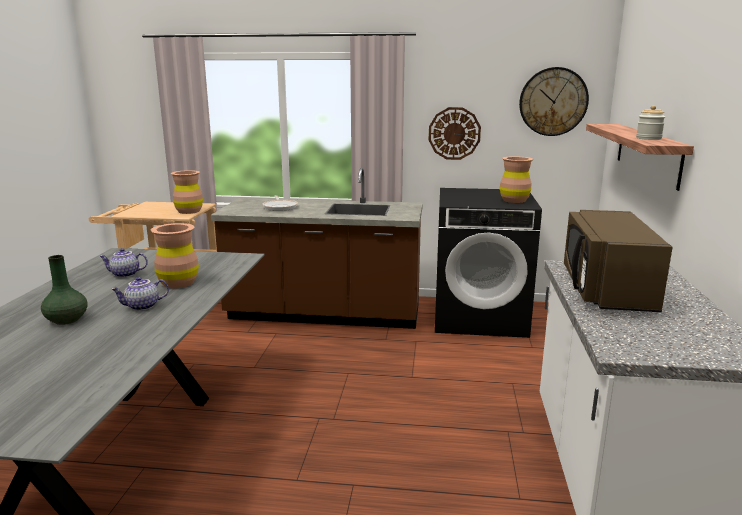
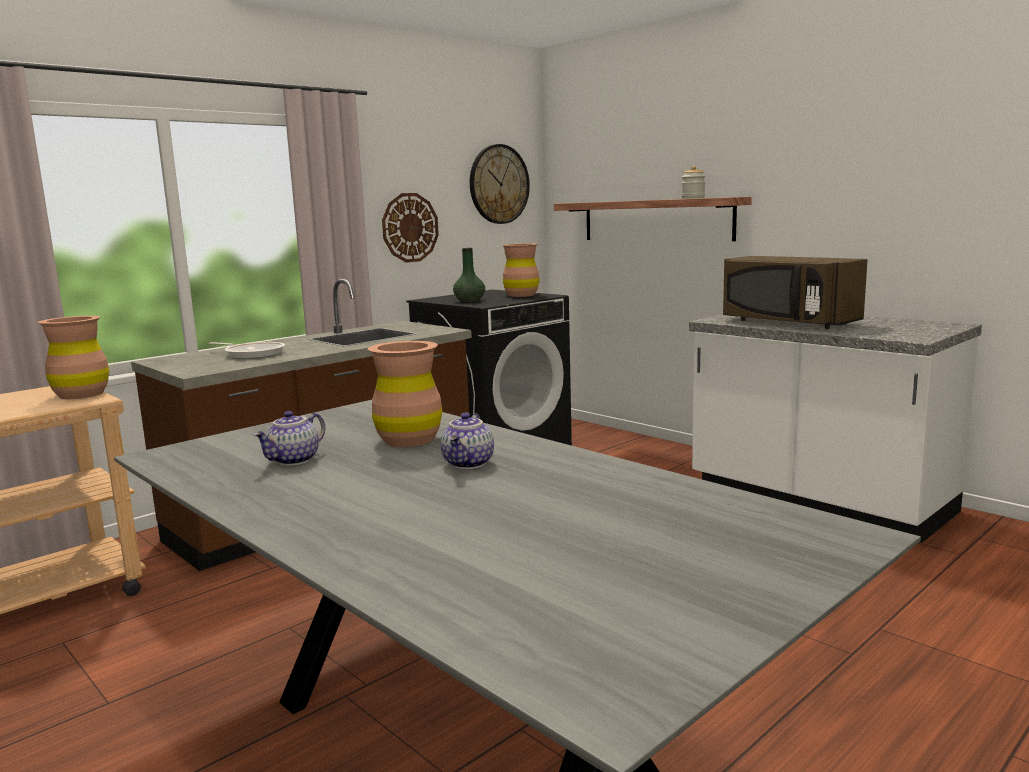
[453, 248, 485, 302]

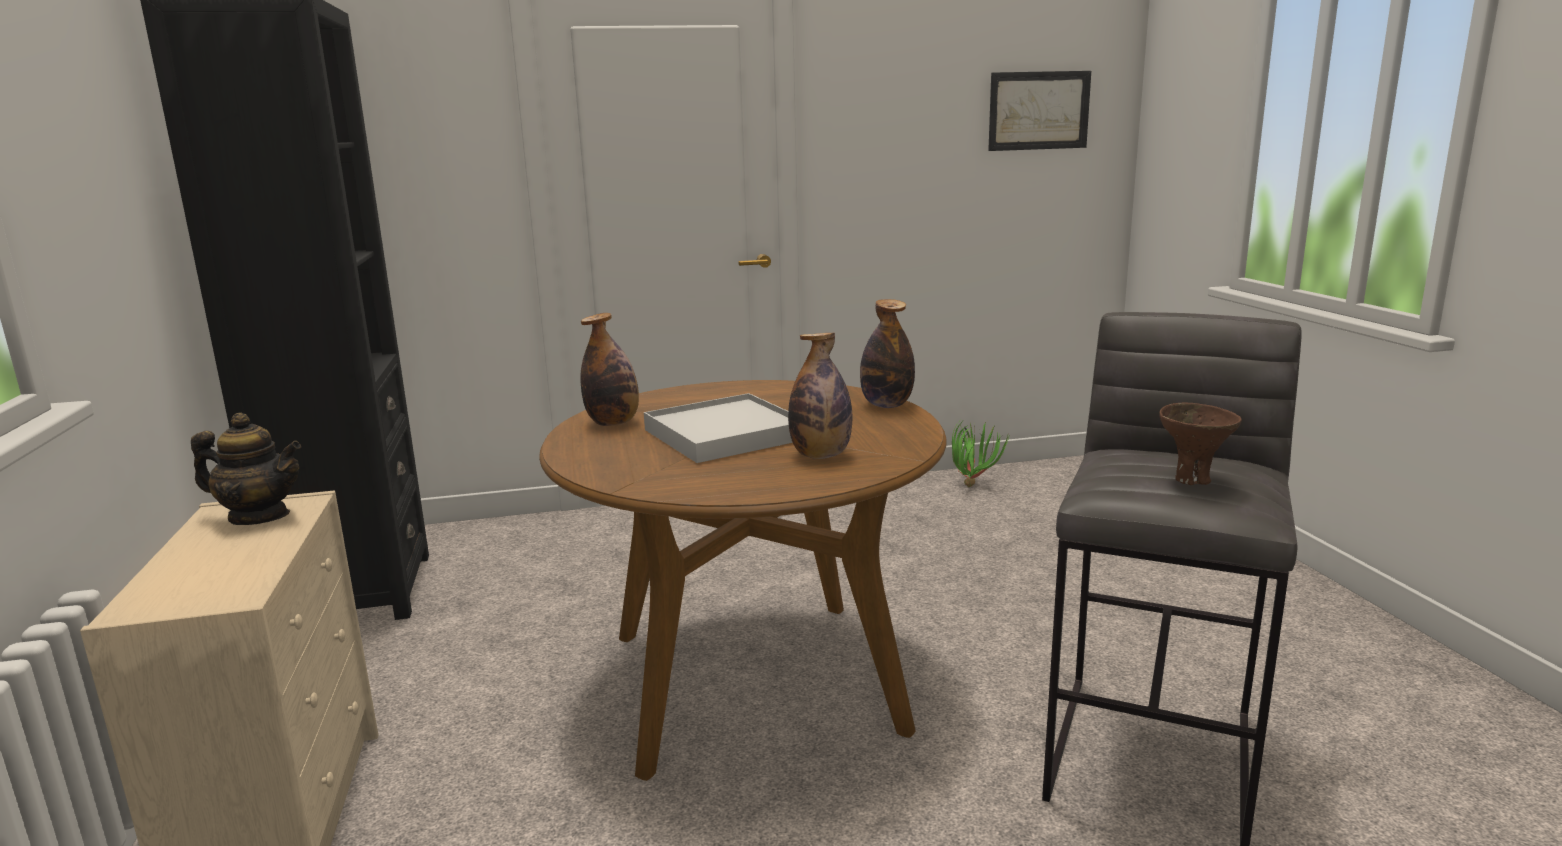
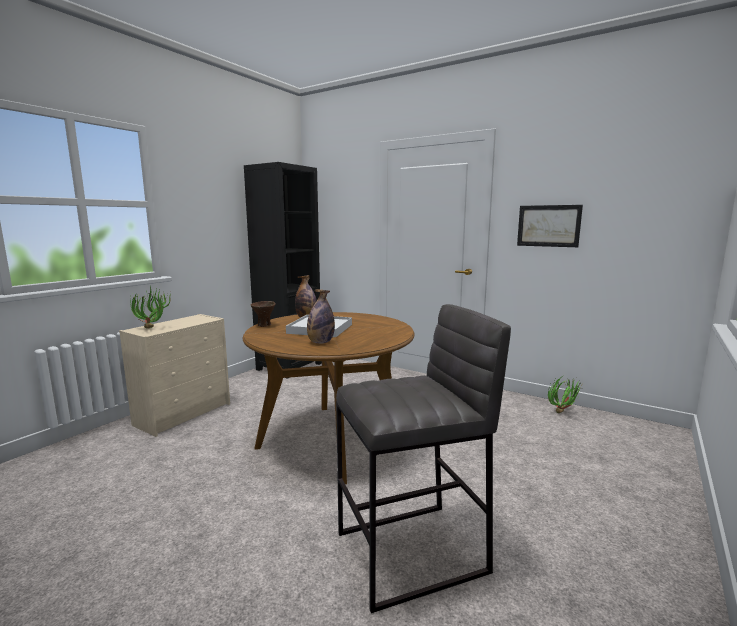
[191, 413, 301, 525] (first image)
[860, 299, 915, 408] (first image)
[130, 285, 171, 329]
[517, 205, 583, 247]
[251, 301, 276, 327]

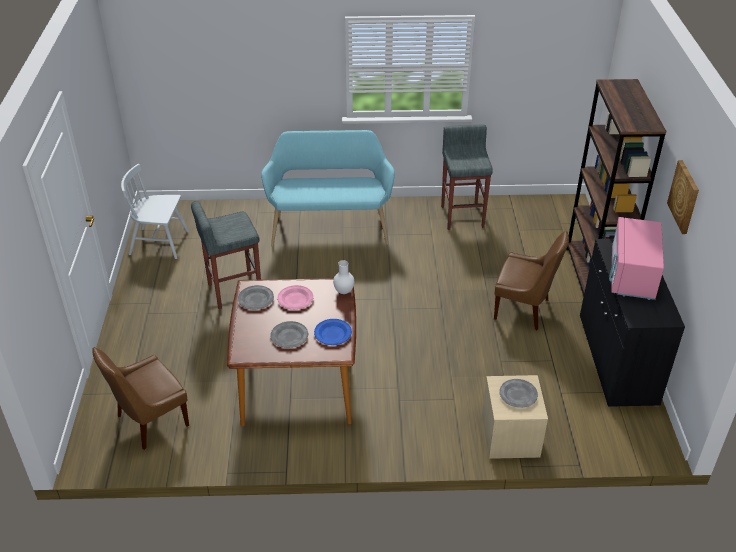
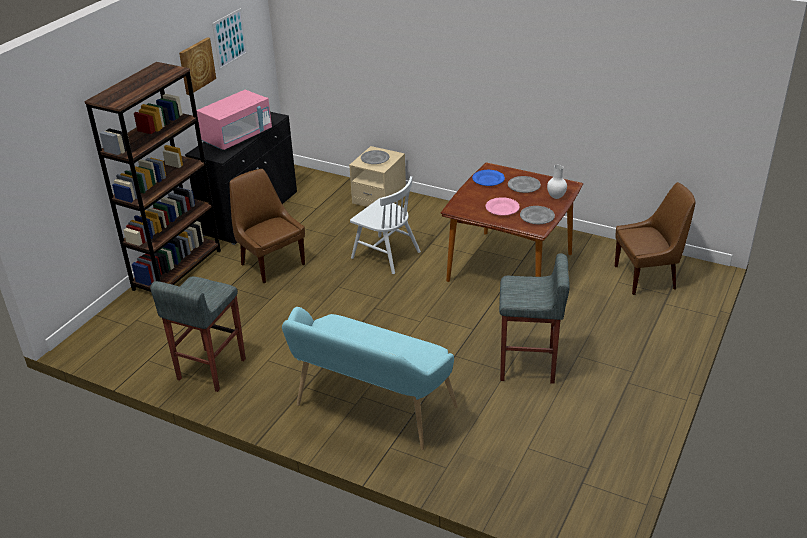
[212, 8, 248, 70]
[350, 176, 421, 274]
[547, 165, 567, 199]

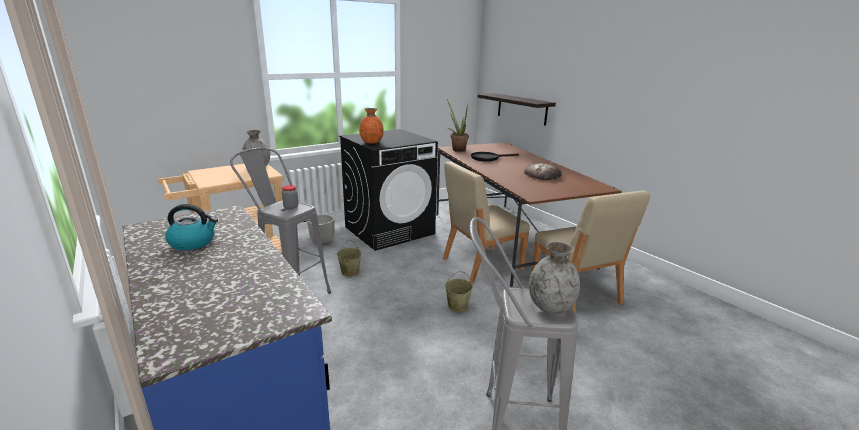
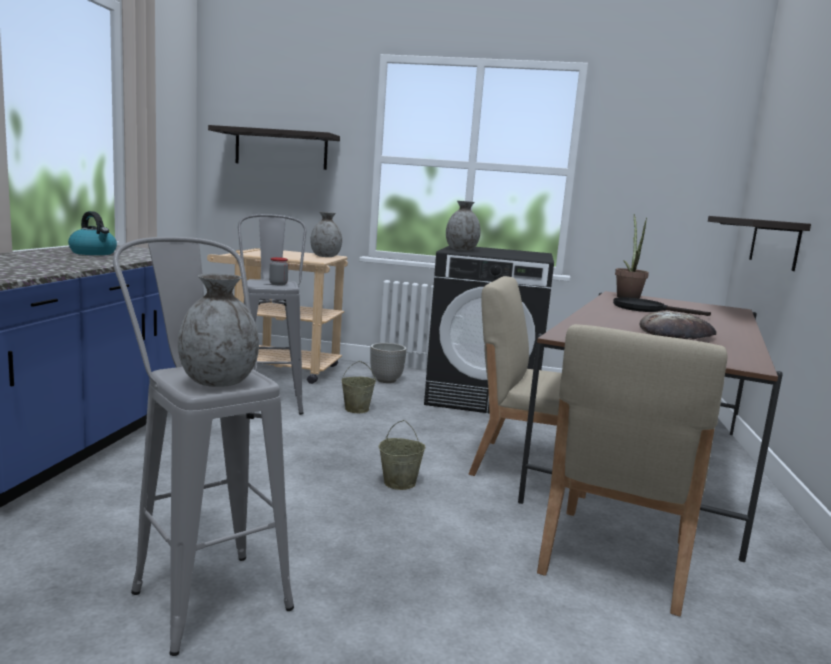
[208, 125, 340, 170]
[446, 201, 481, 251]

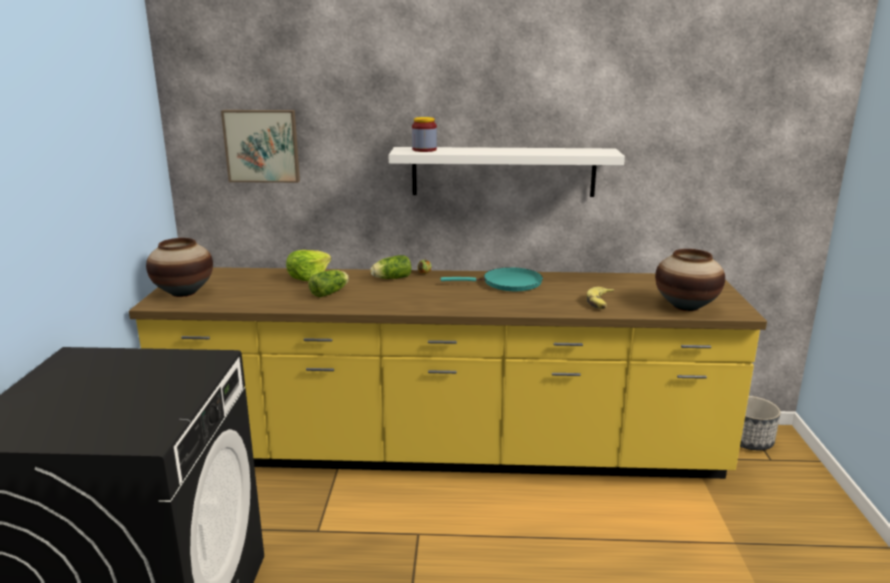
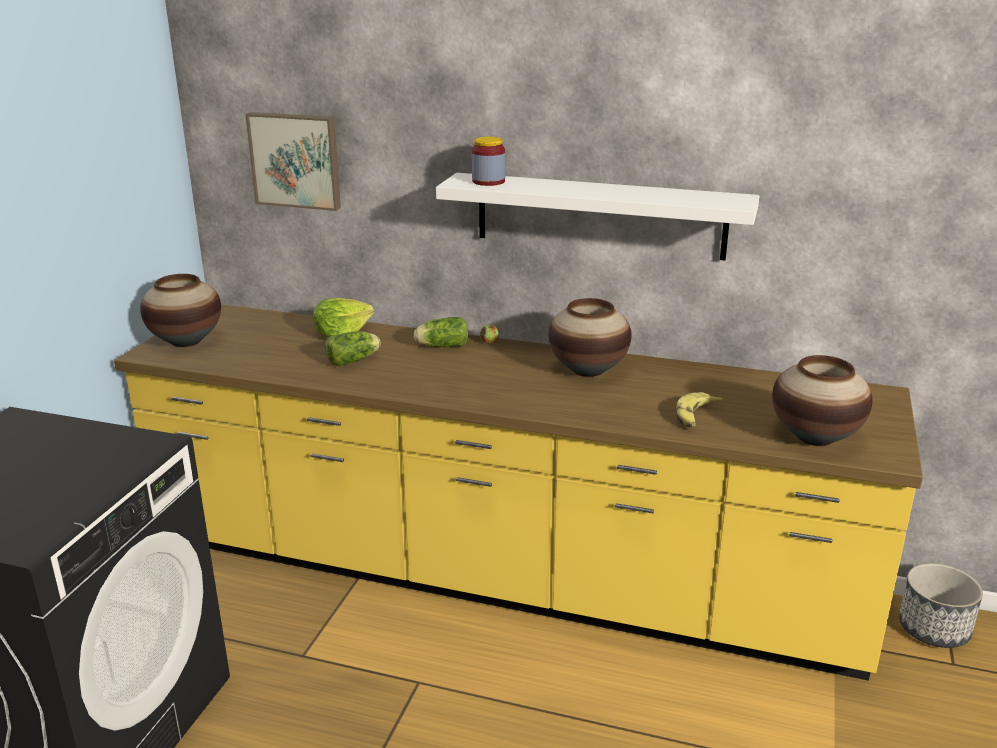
[548, 298, 632, 377]

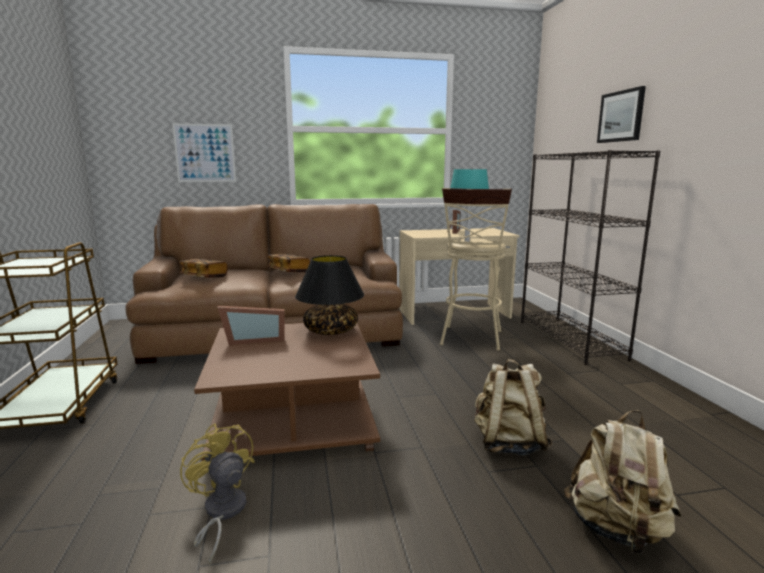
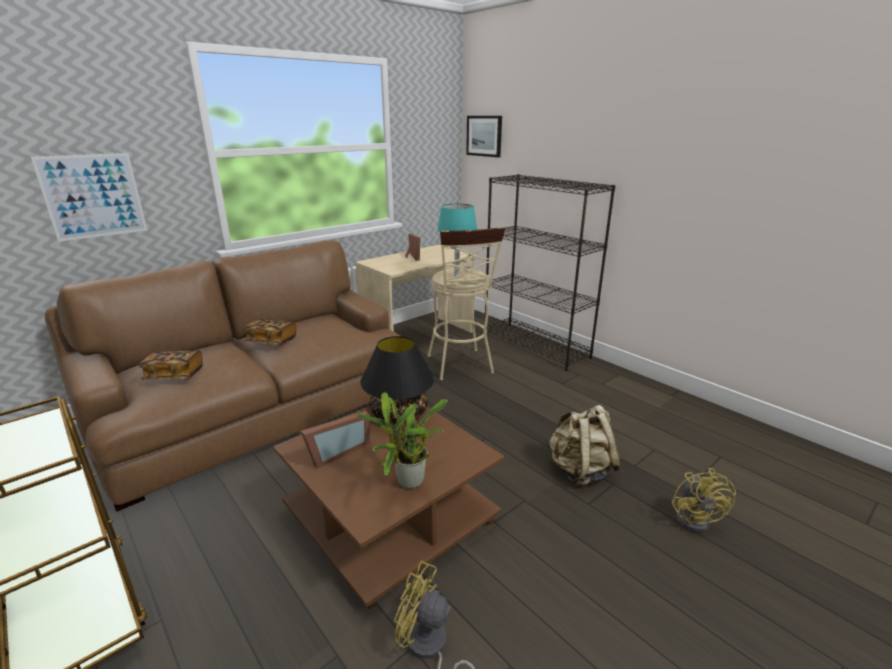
[357, 392, 448, 489]
[466, 116, 502, 157]
[672, 468, 736, 533]

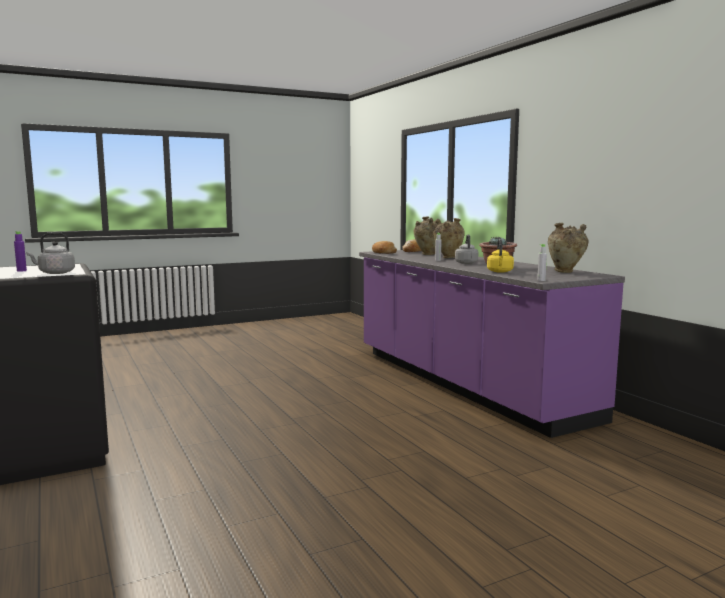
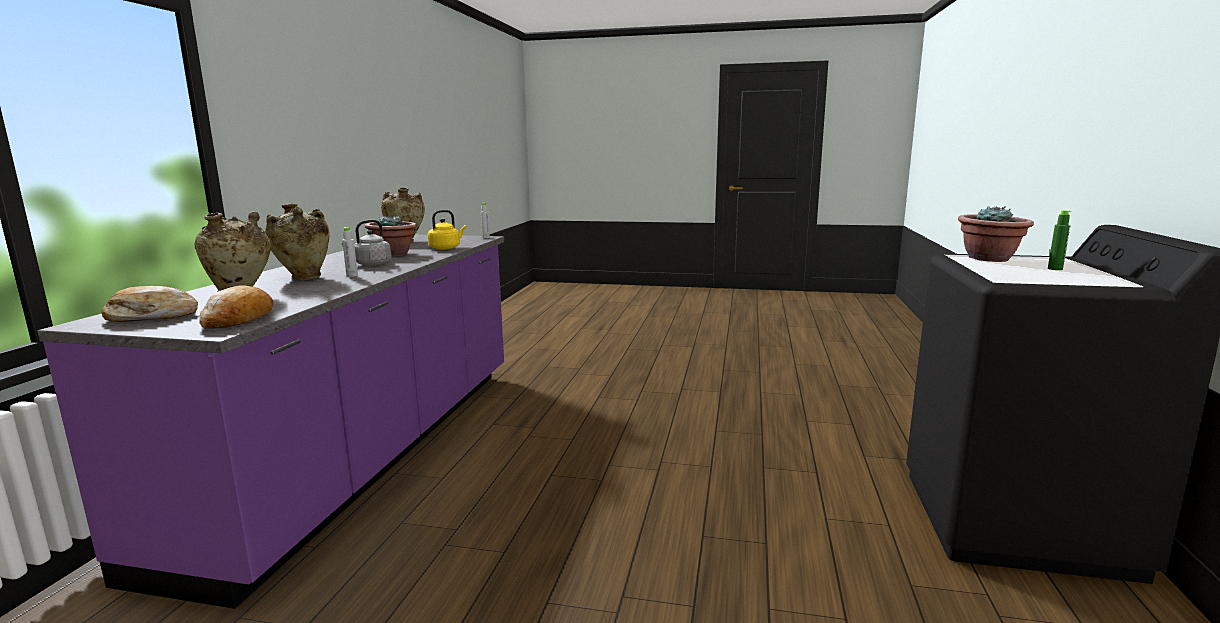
[958, 206, 1034, 262]
[1048, 210, 1072, 270]

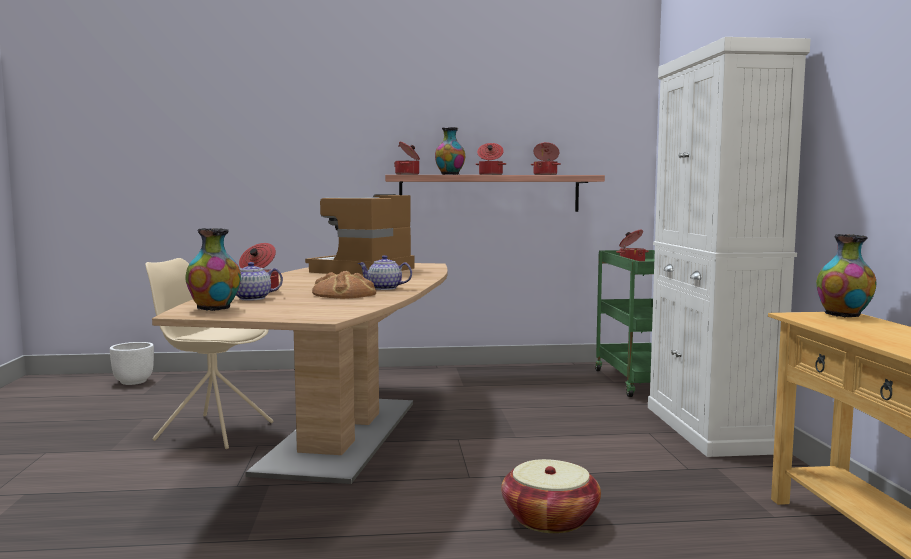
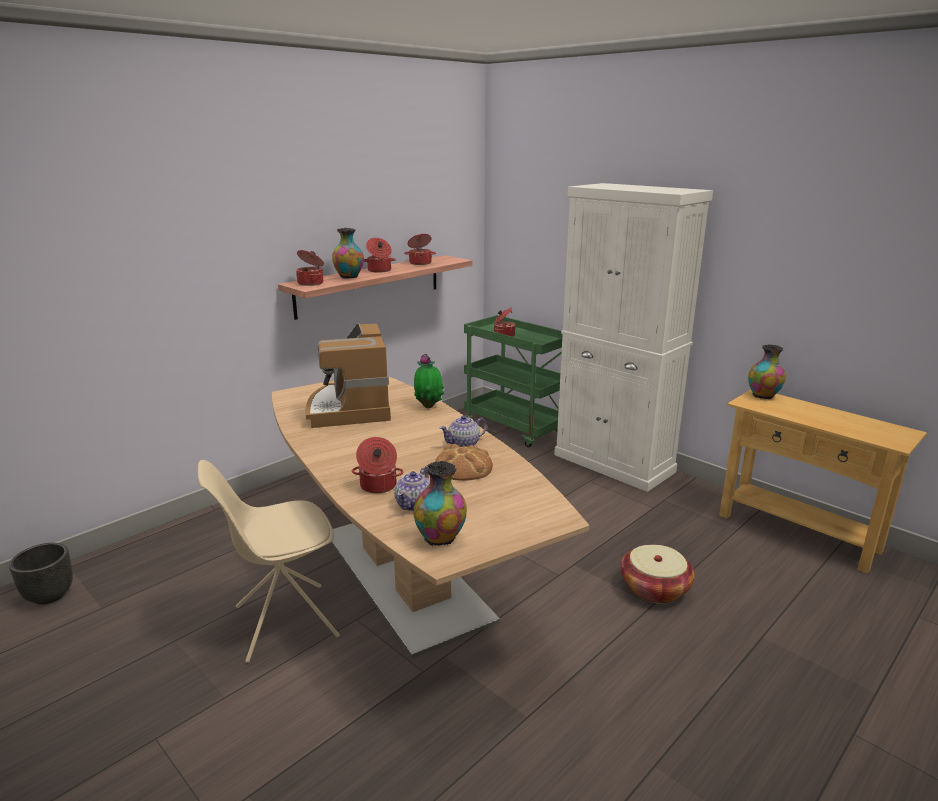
[414, 354, 444, 408]
[9, 543, 73, 605]

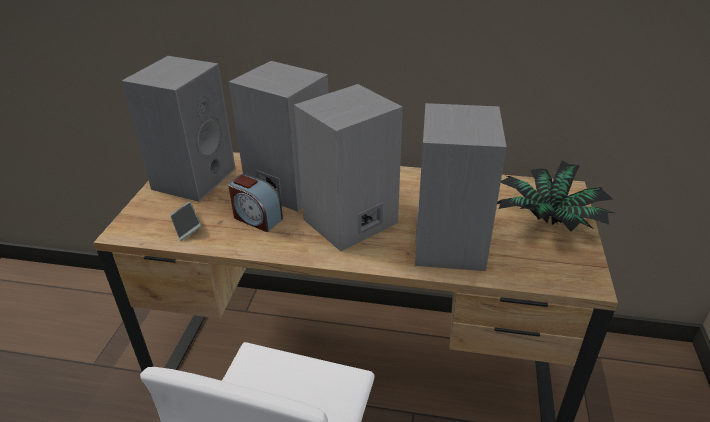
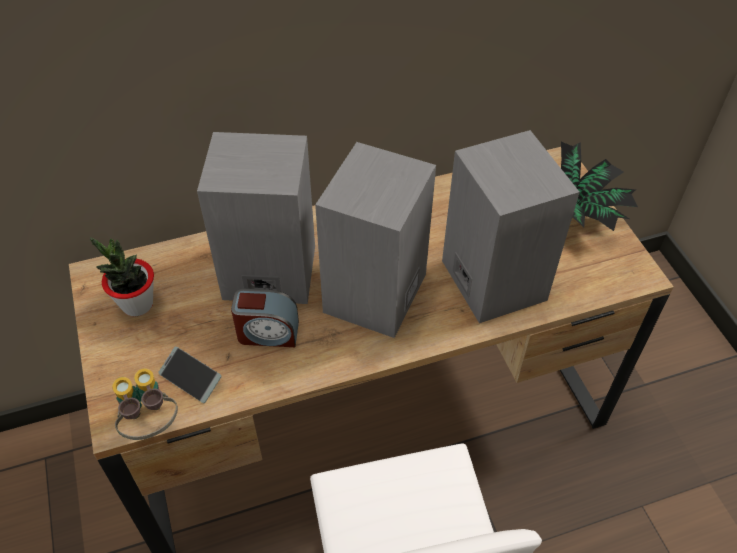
[112, 368, 178, 440]
[90, 237, 154, 316]

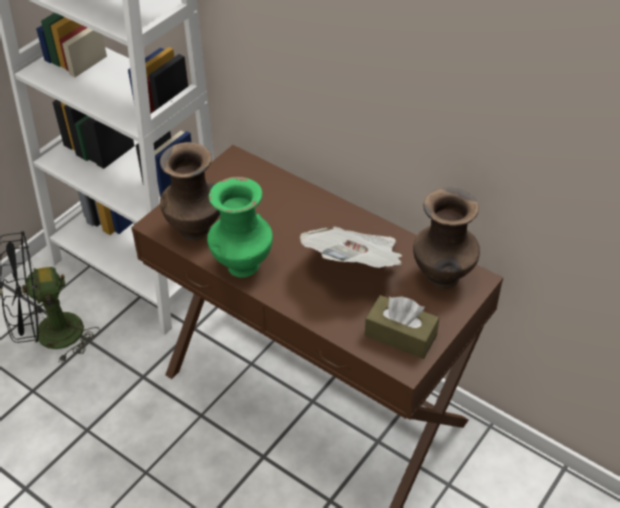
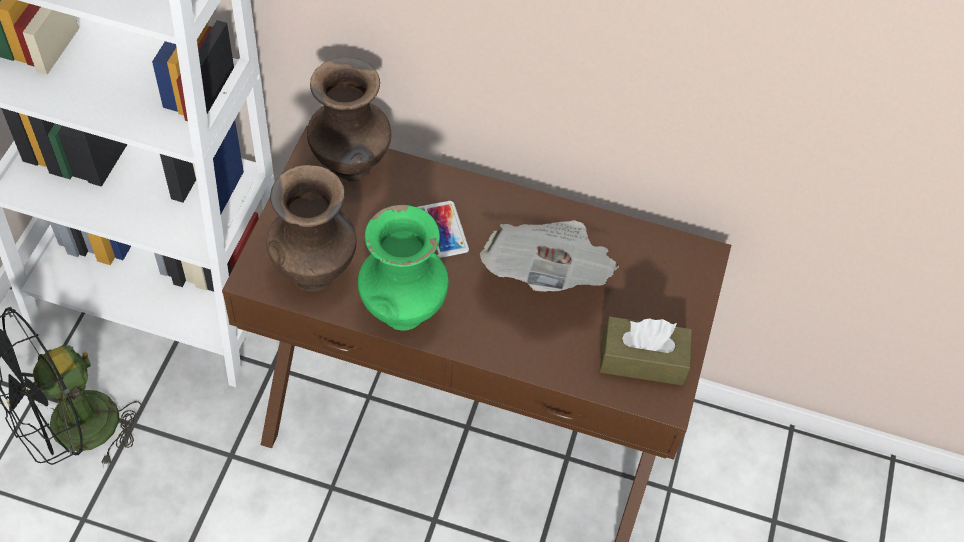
[417, 201, 469, 258]
[307, 57, 391, 182]

